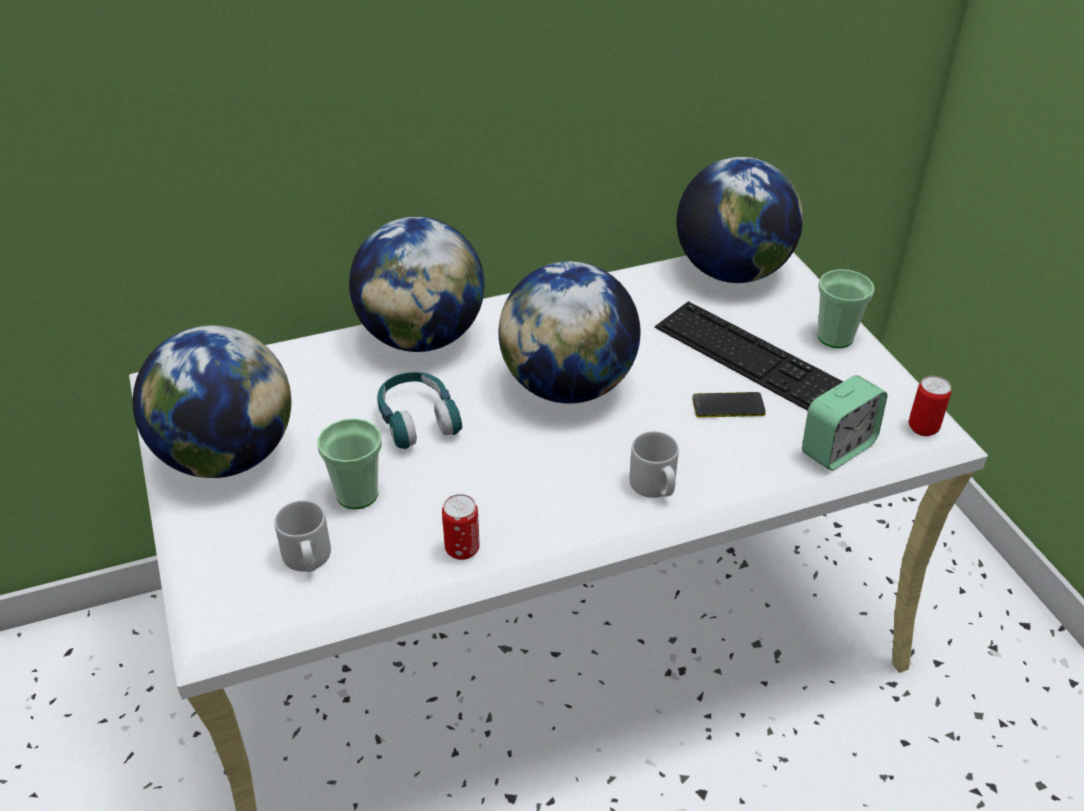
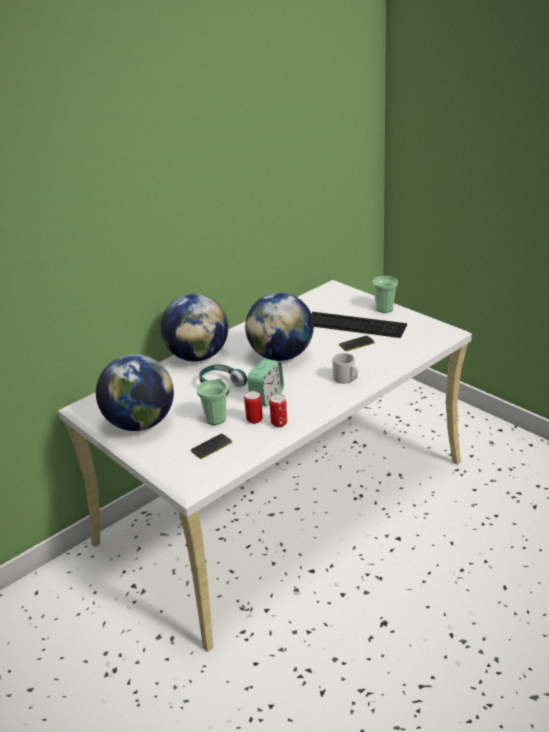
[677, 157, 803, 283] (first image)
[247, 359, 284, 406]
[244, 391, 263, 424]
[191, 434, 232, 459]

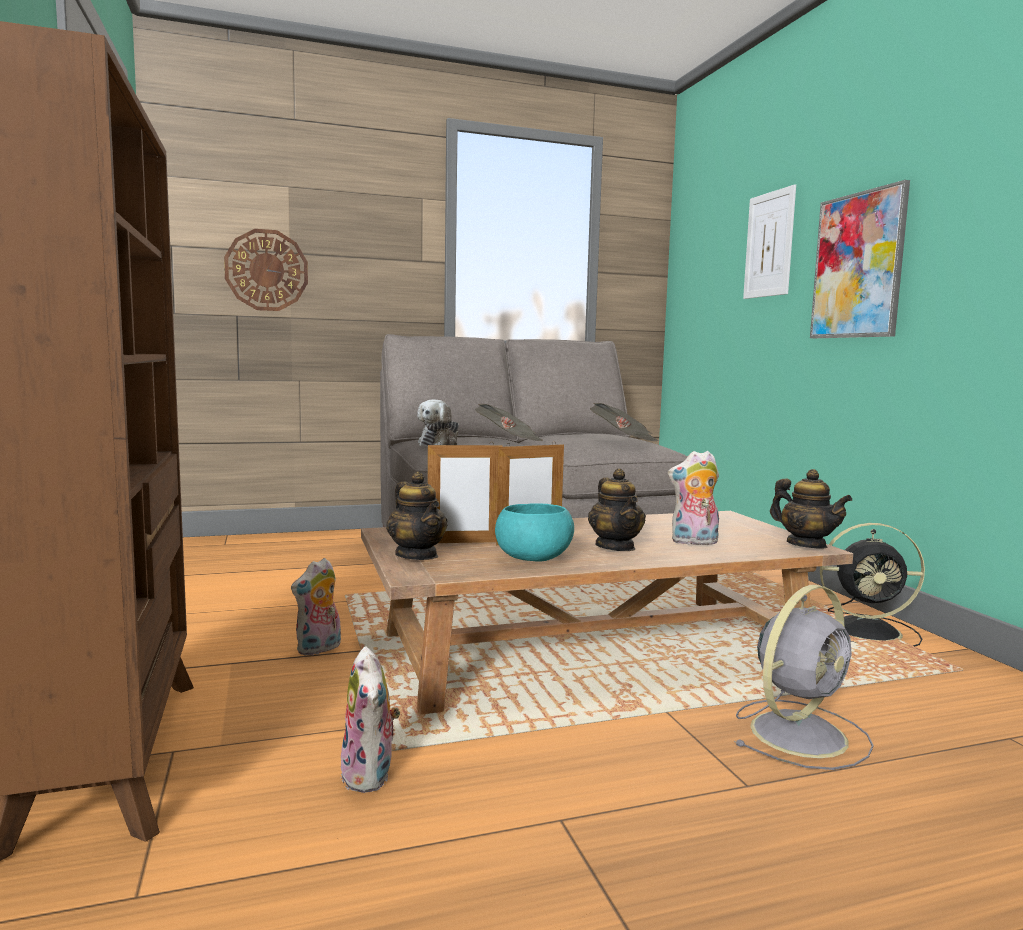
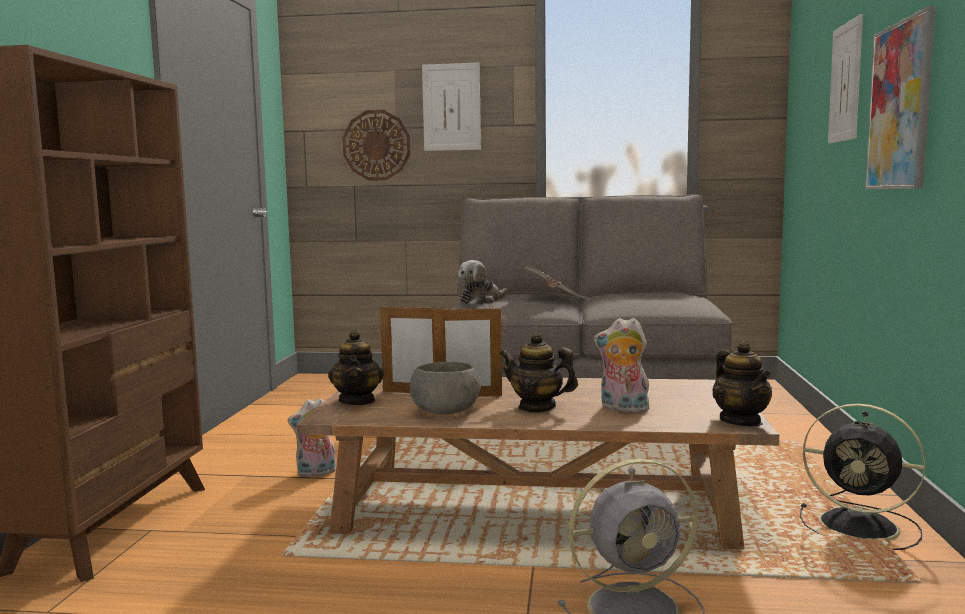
[339, 647, 400, 793] (first image)
[590, 403, 659, 441] (first image)
[422, 63, 481, 151]
[409, 362, 481, 415]
[499, 333, 578, 413]

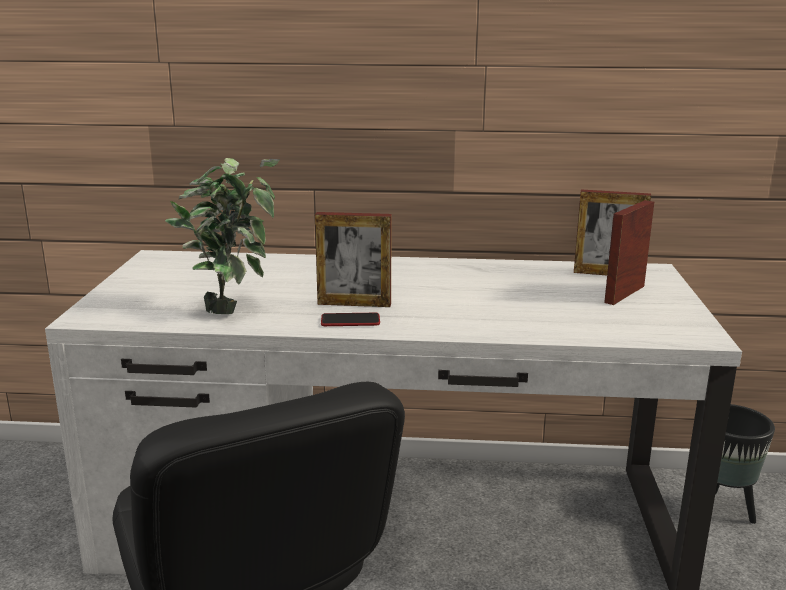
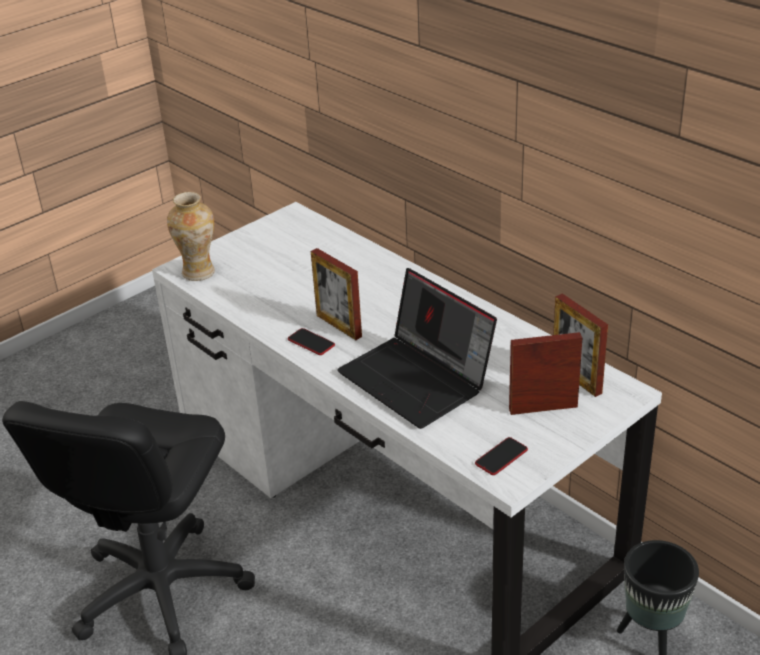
[165, 158, 280, 314] (first image)
[167, 192, 215, 281]
[337, 268, 497, 429]
[475, 437, 528, 475]

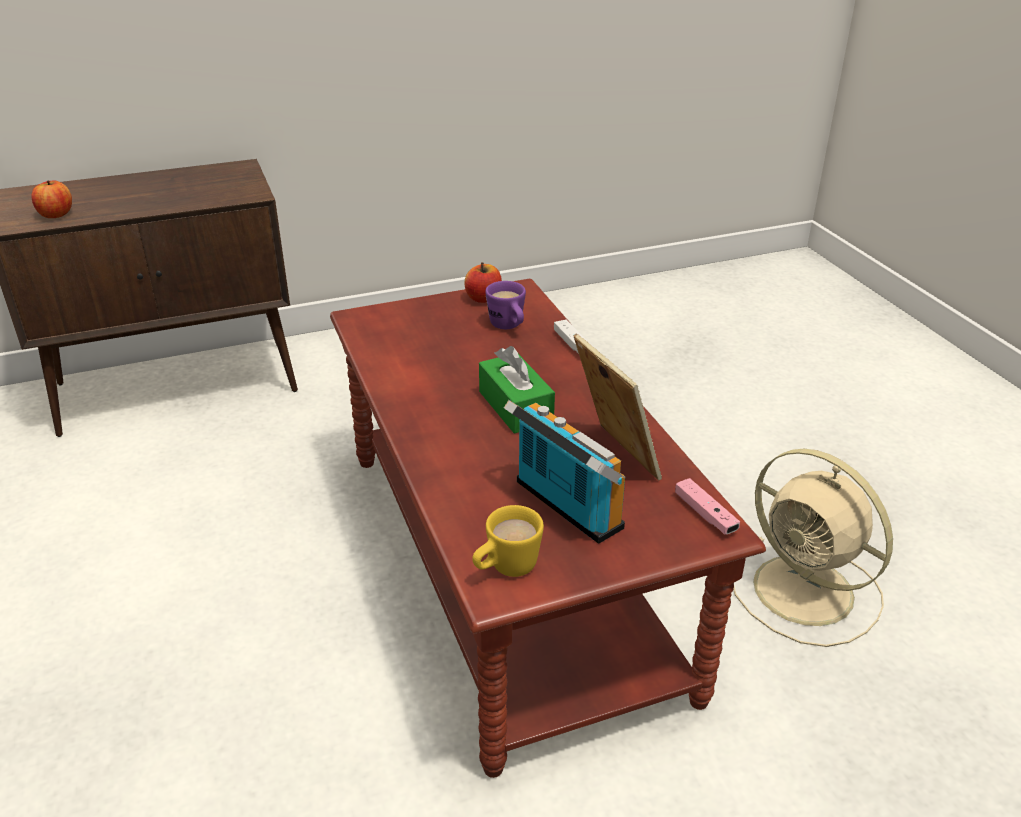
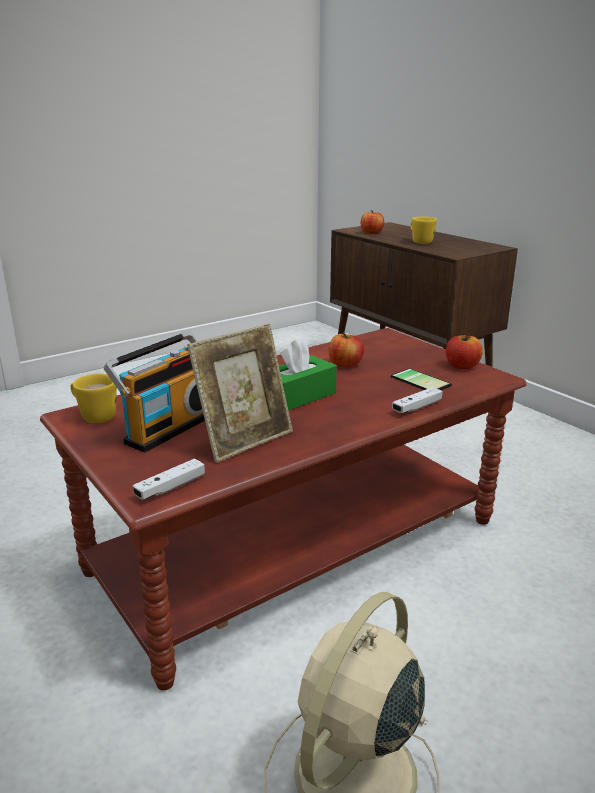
[328, 333, 364, 367]
[410, 217, 437, 244]
[391, 368, 452, 390]
[133, 458, 205, 500]

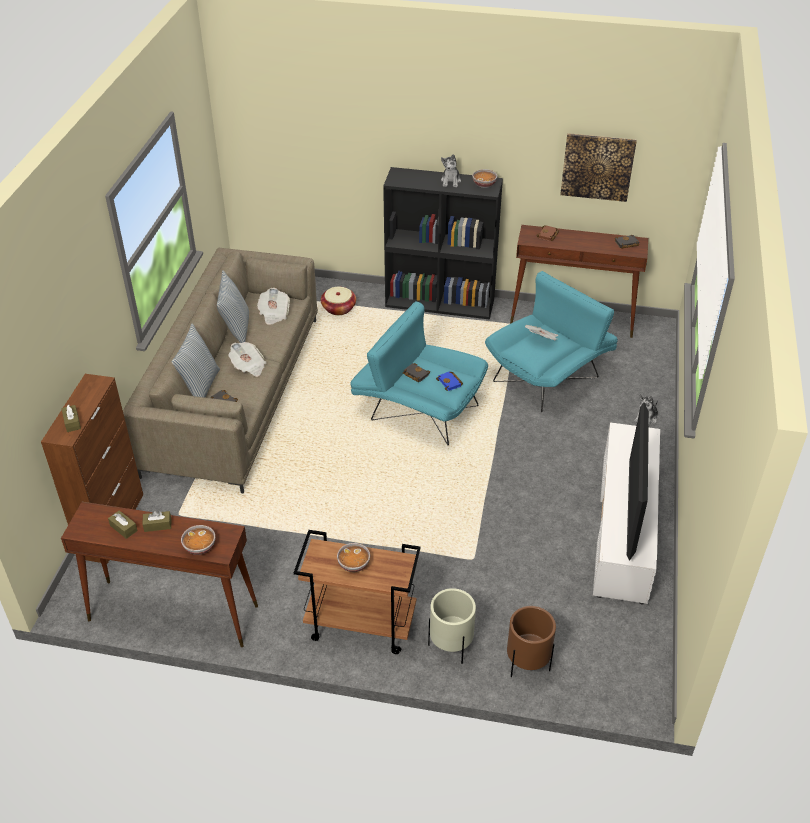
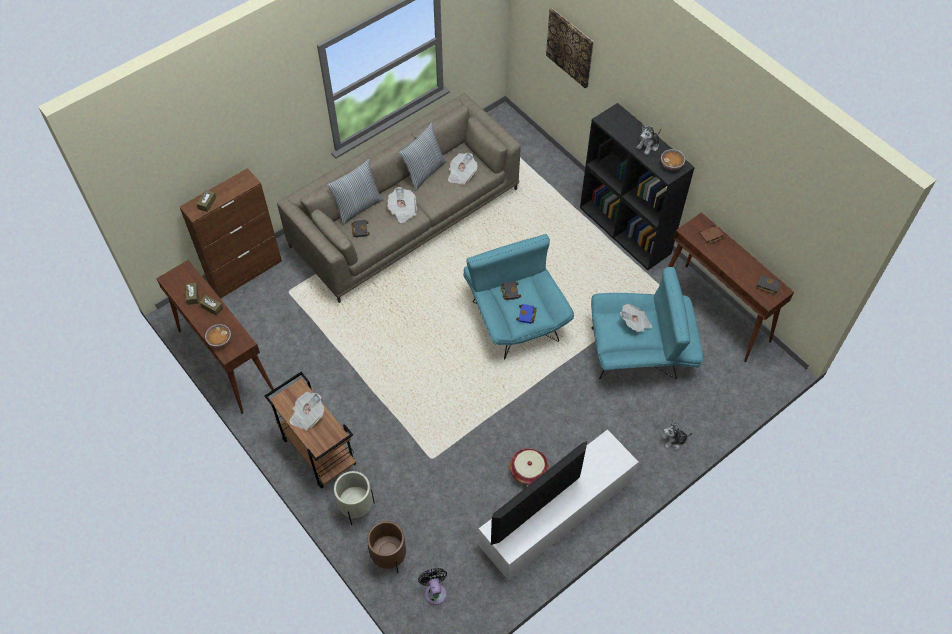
[418, 568, 447, 605]
[510, 448, 549, 485]
[546, 8, 594, 89]
[289, 392, 324, 431]

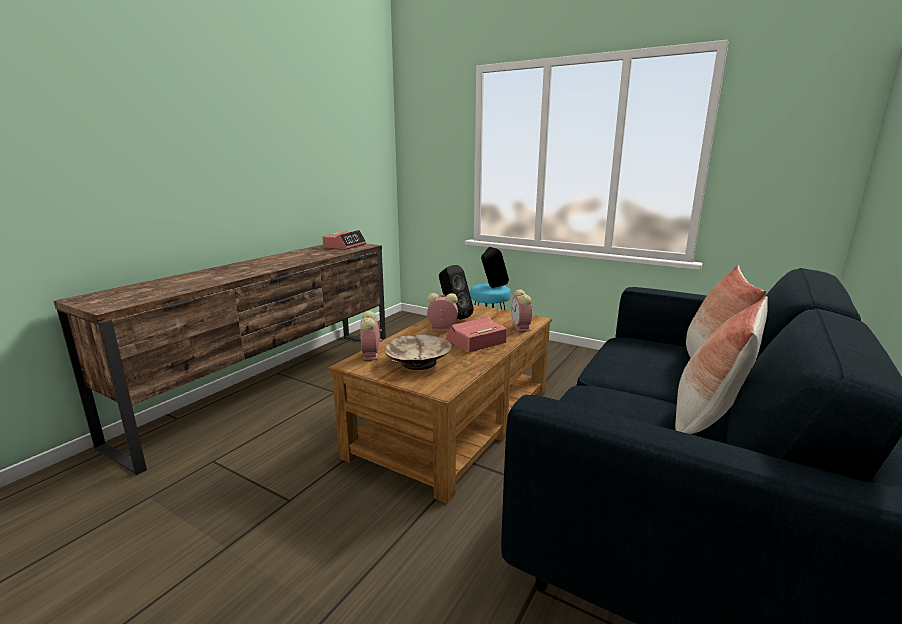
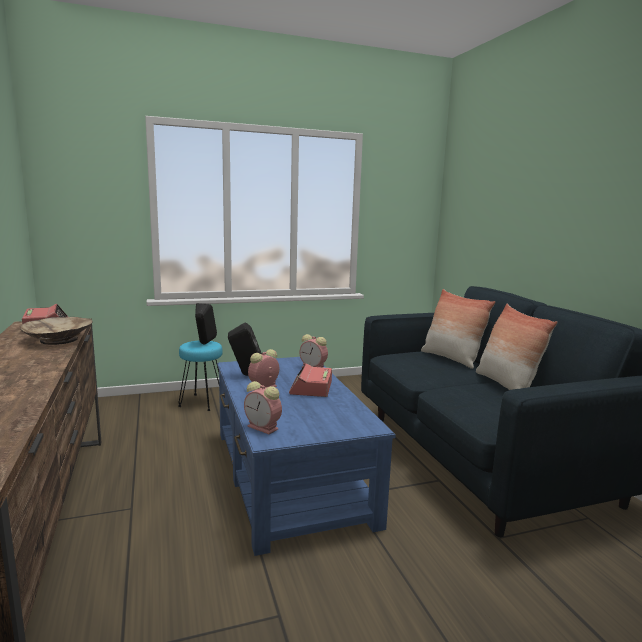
[21, 317, 93, 345]
[217, 357, 396, 556]

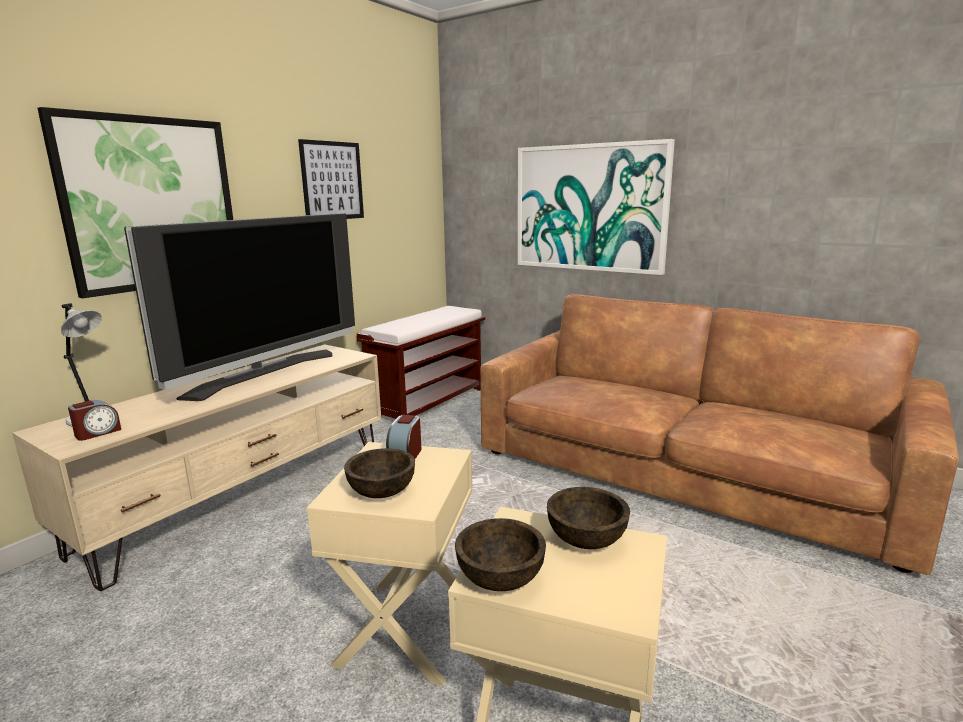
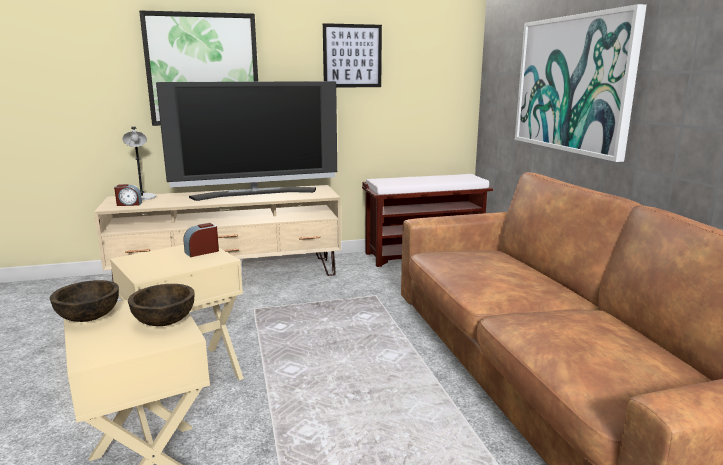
[344, 448, 415, 498] (first image)

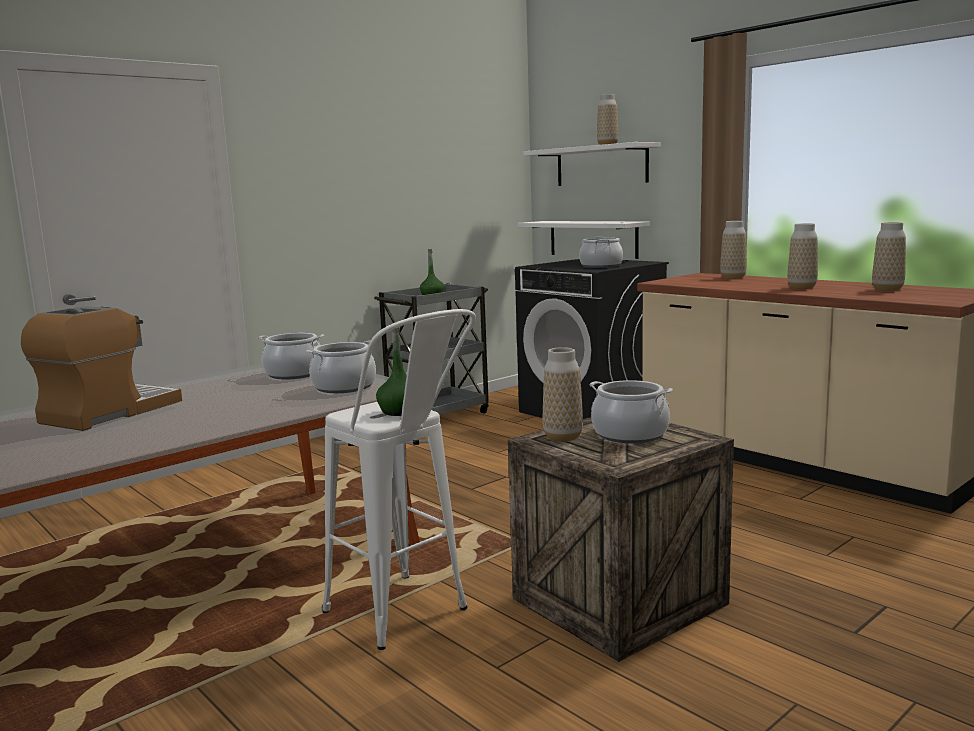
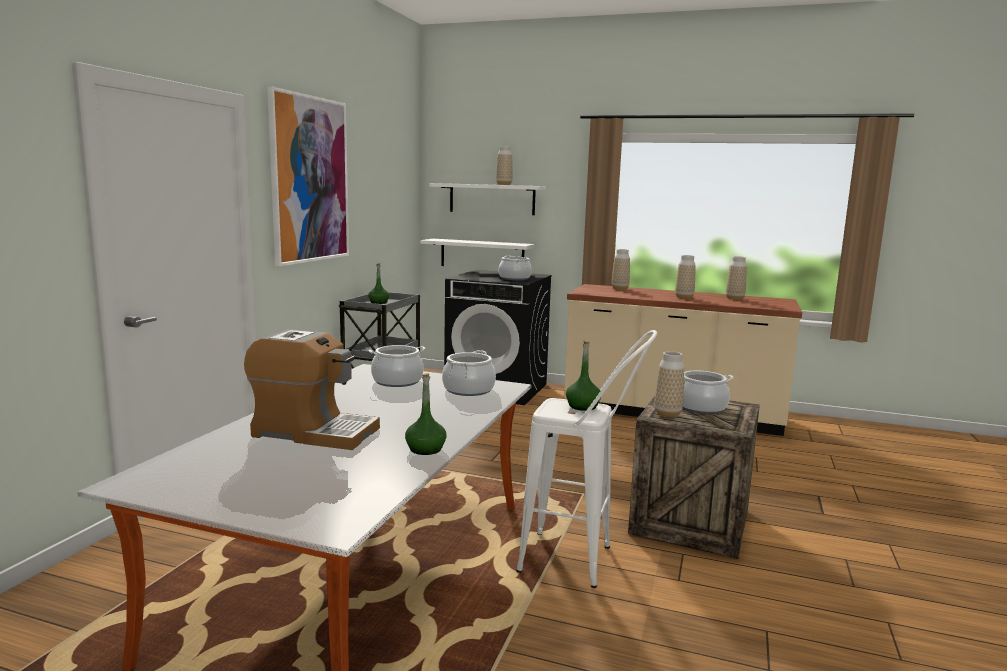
[267, 86, 349, 266]
[405, 373, 447, 455]
[244, 329, 380, 450]

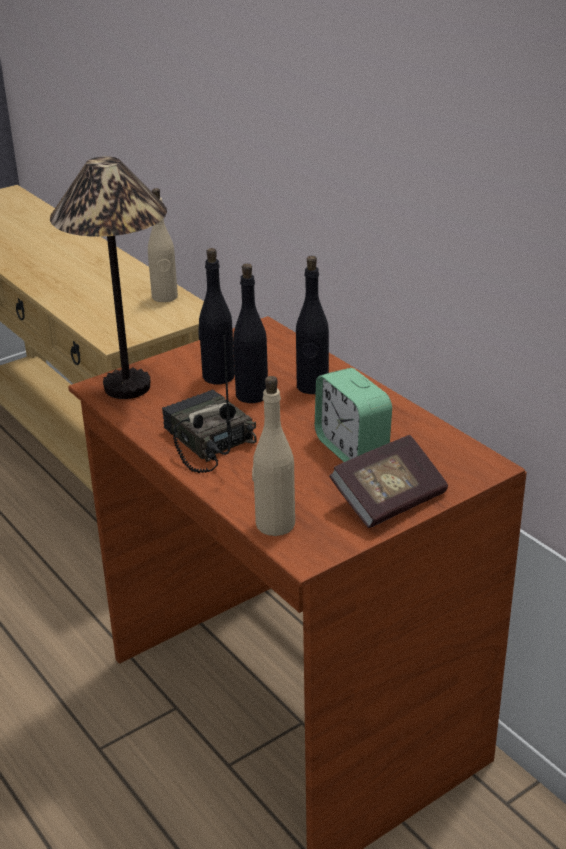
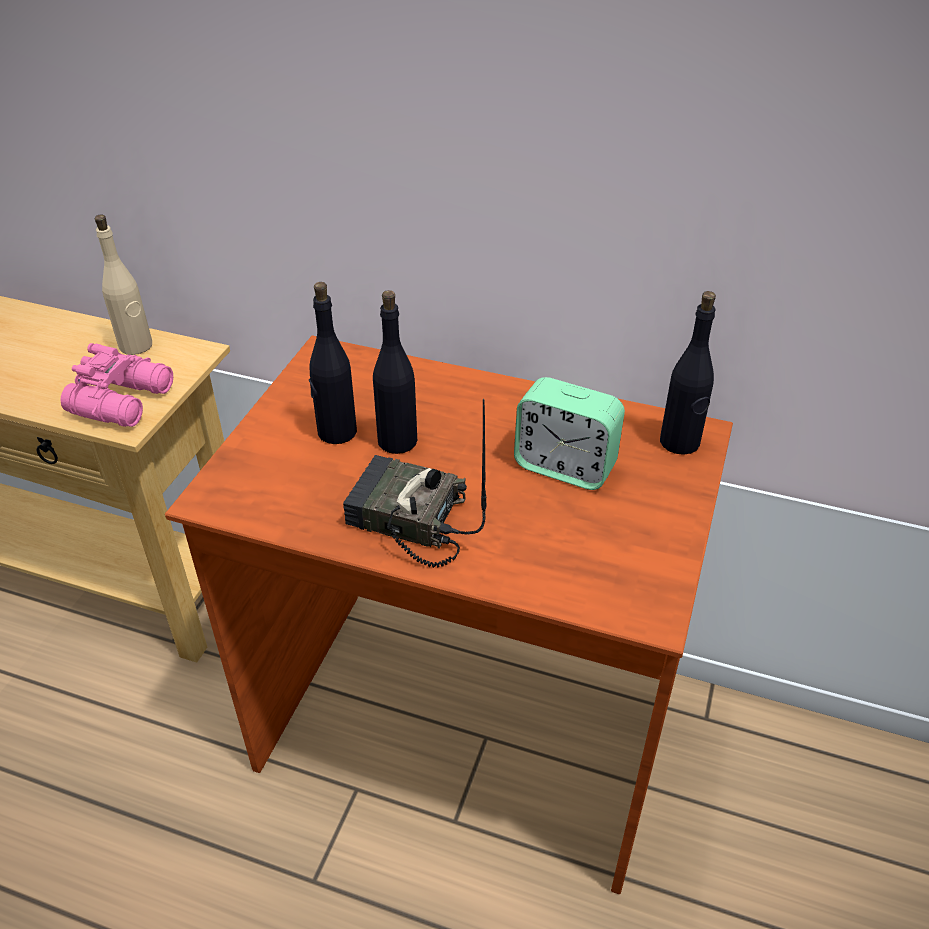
[50, 156, 167, 399] (first image)
[252, 376, 295, 536] (first image)
[329, 435, 448, 528] (first image)
[60, 343, 173, 427]
[660, 291, 716, 455]

